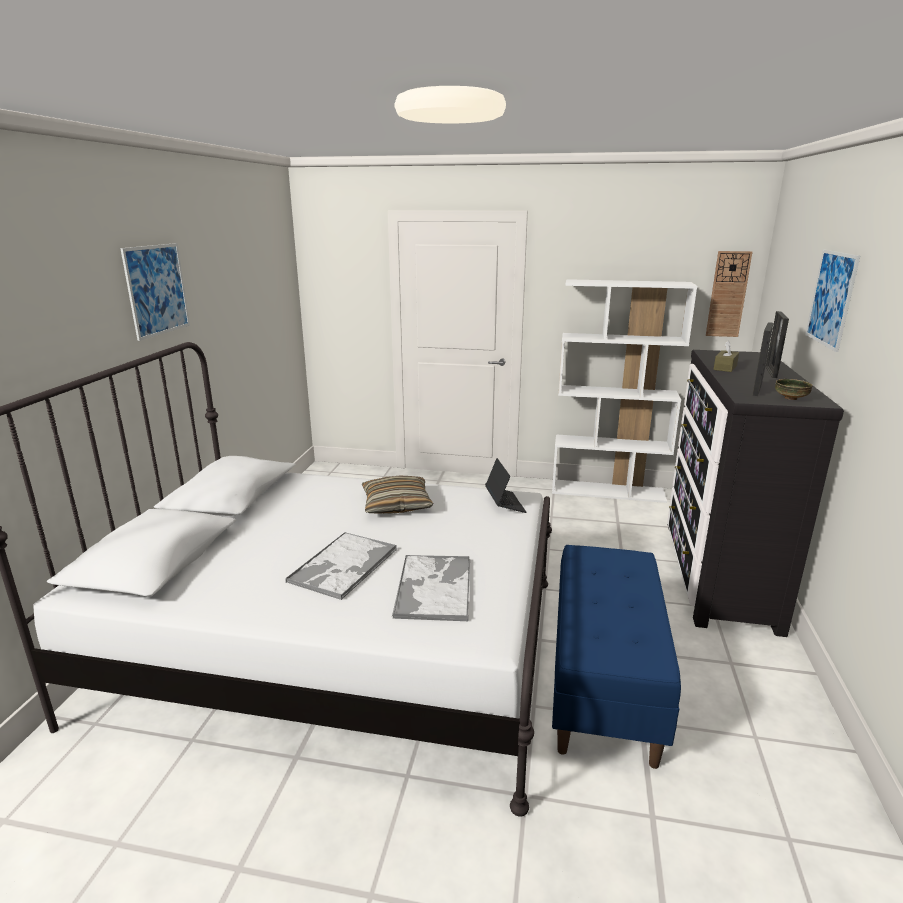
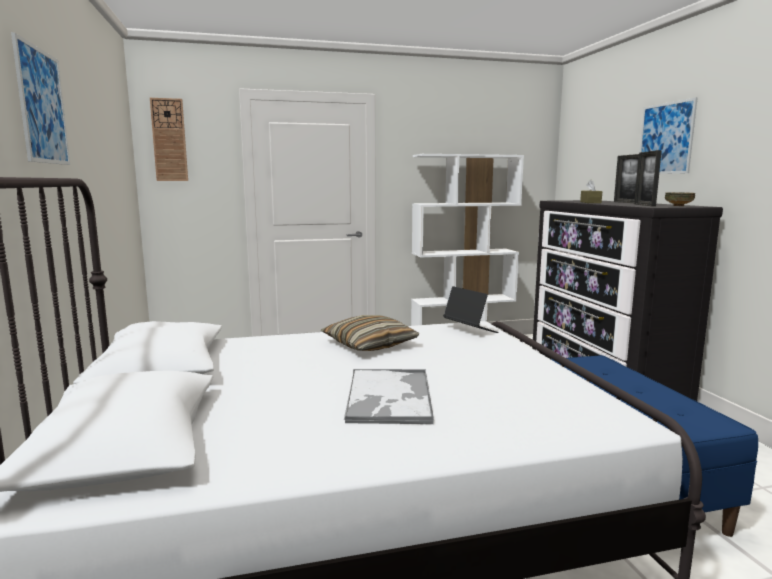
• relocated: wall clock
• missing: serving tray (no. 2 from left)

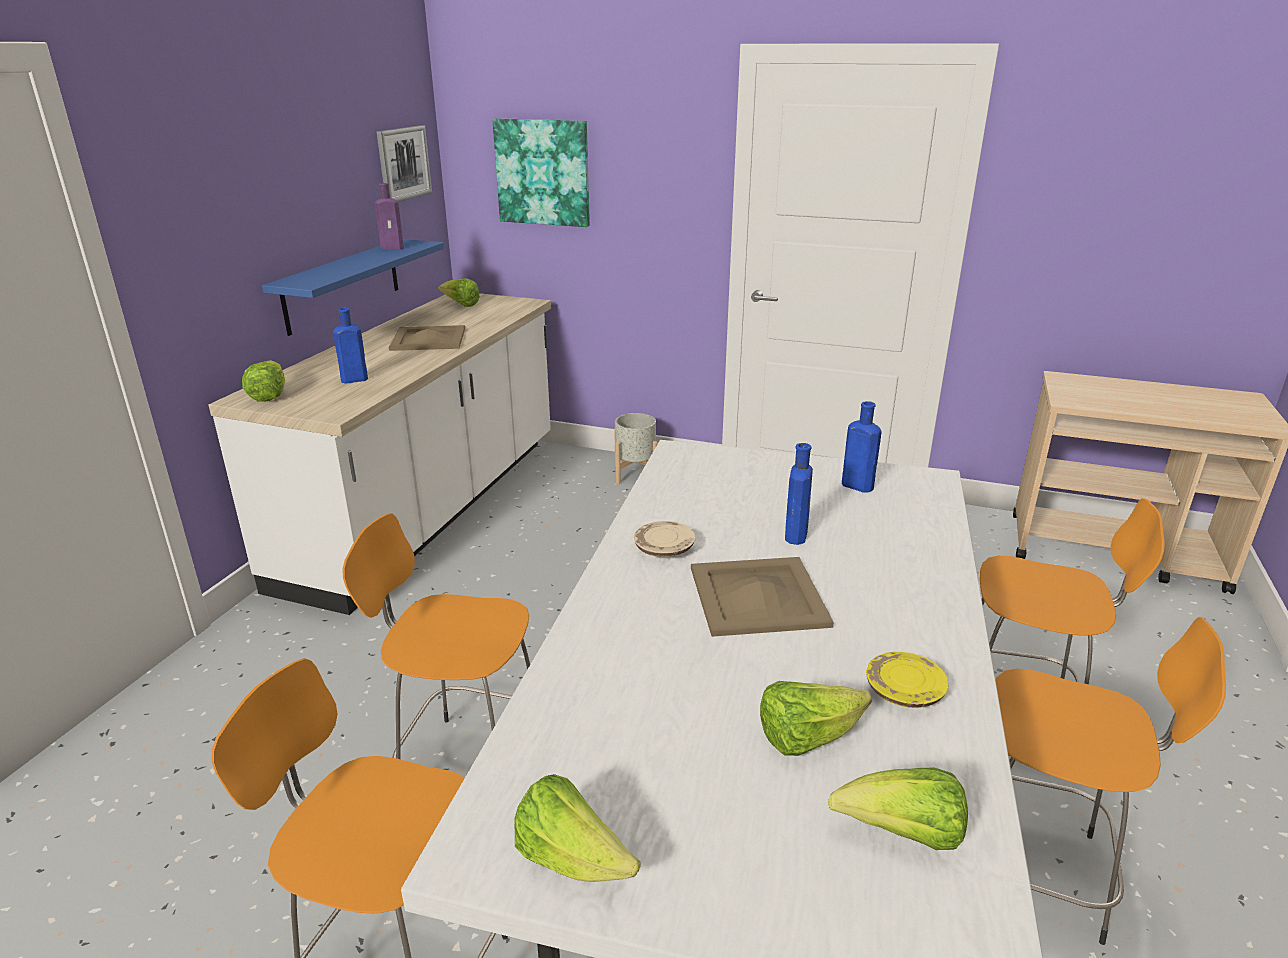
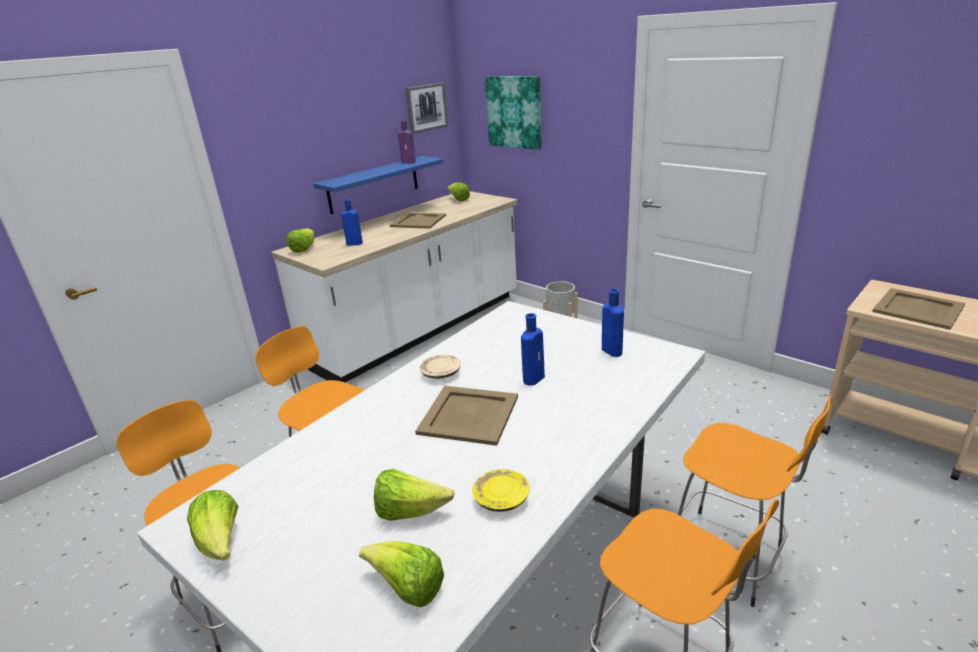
• appeared: serving tray in sand-coloured (no. 3 from left)

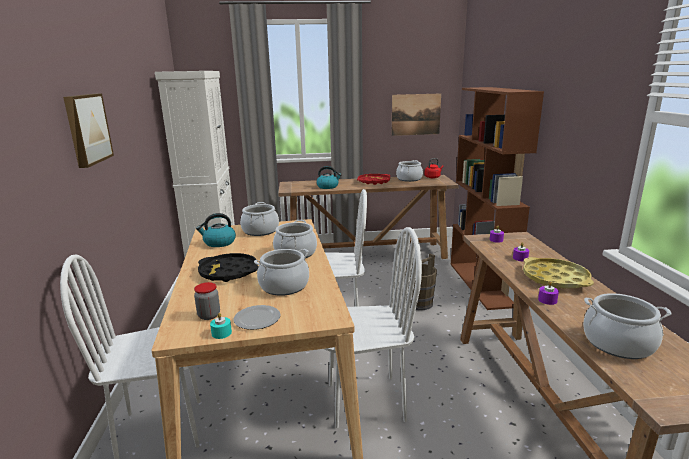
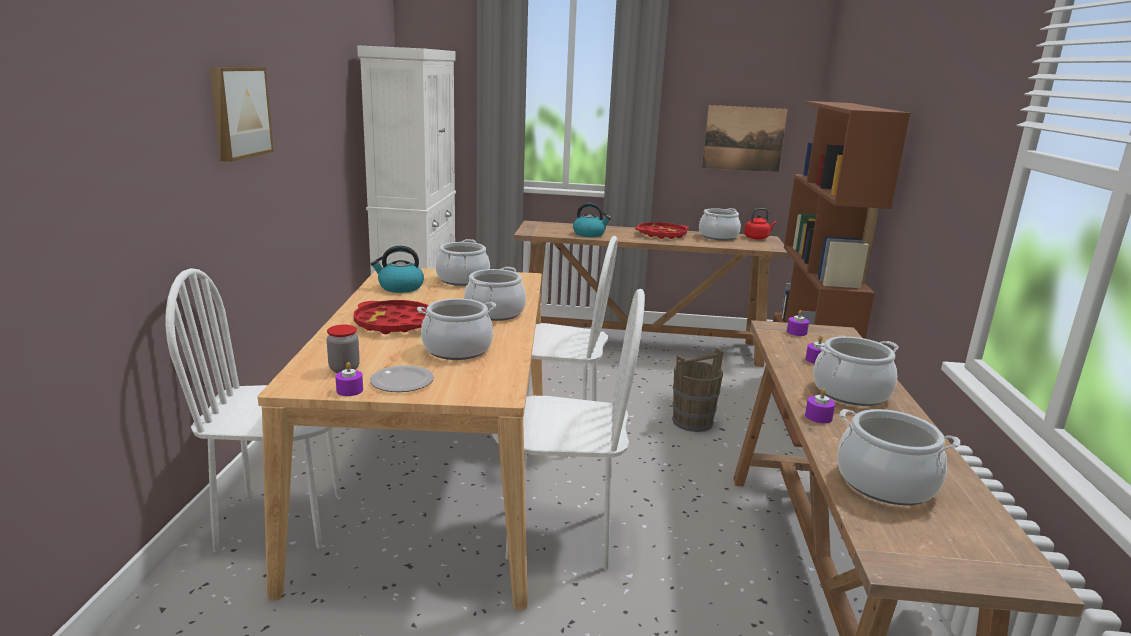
• colour: serving tray in blackish to serving tray in reddish (no. 1 from left)
• exchanged: serving tray in yellow to stockpot (no. 5 from left)
• colour: wax light in turquoise to wax light in purple (no. 1 from left)

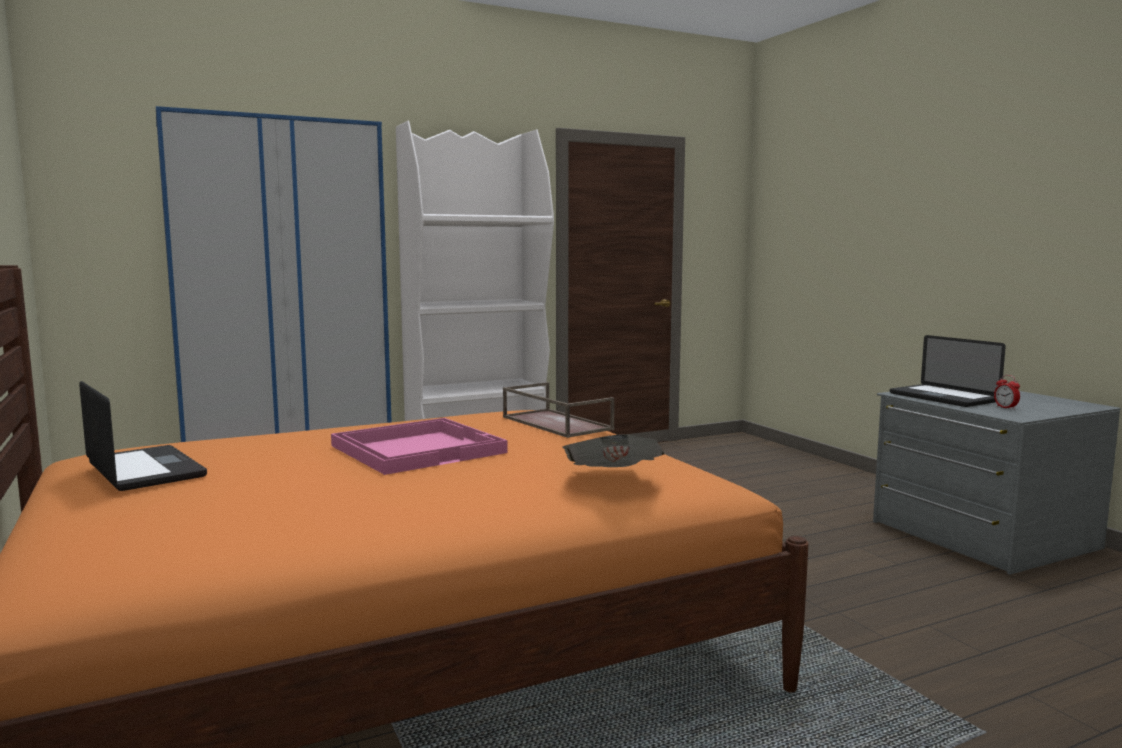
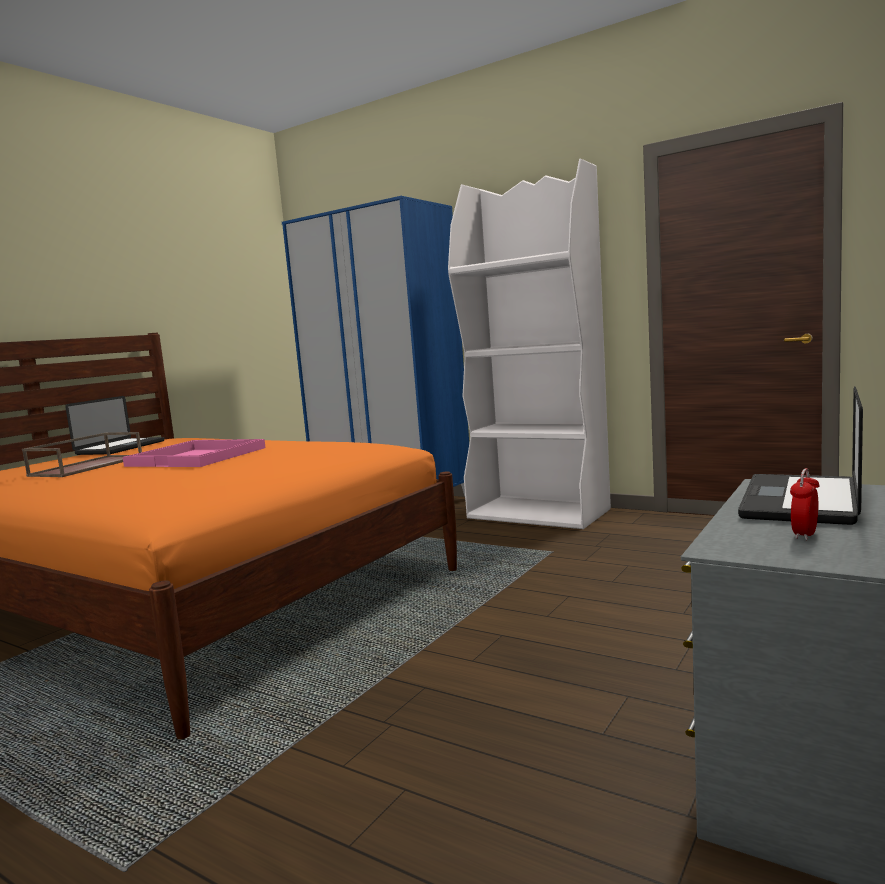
• relocated: serving tray in brown
• missing: newspaper

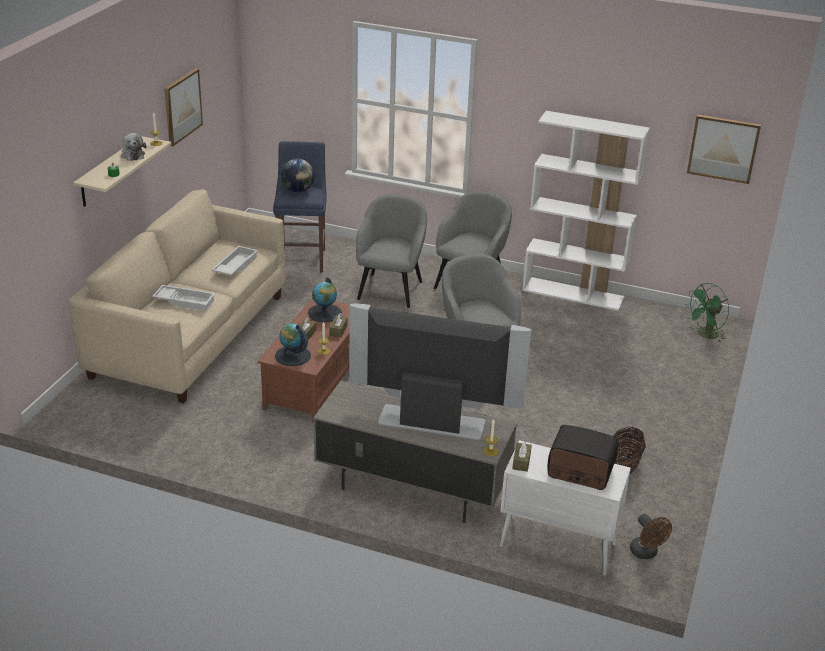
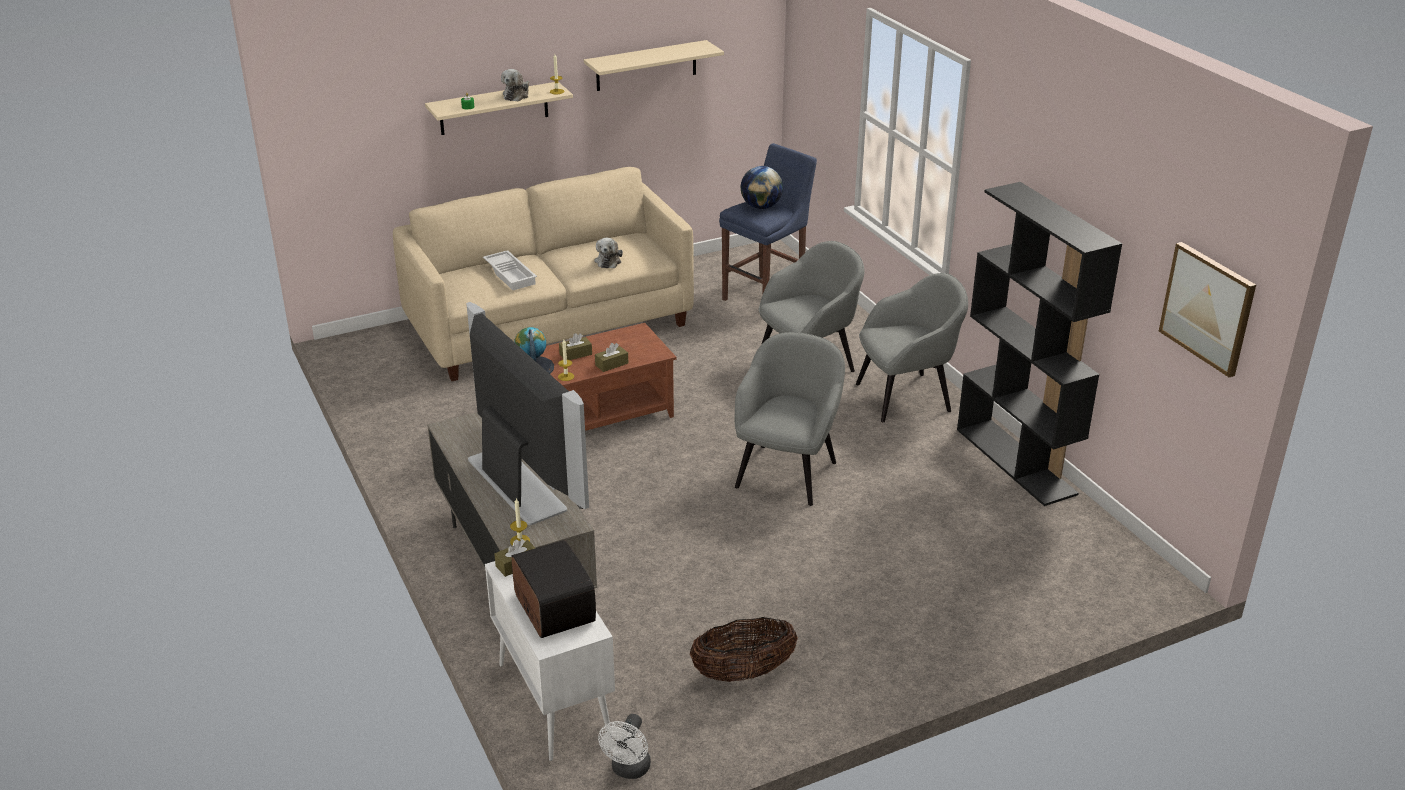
• exchanged: wall art (no. 1 from left) to bracket shelf in sand-coloured (no. 2 from left)
• colour: bookshelf in white to bookshelf in blackish
• exchanged: serving tray in white (no. 2 from left) to plush toy (no. 2 from left)
• missing: globe (no. 3 from left)
• missing: fan in green
• colour: fan in brown to fan in white

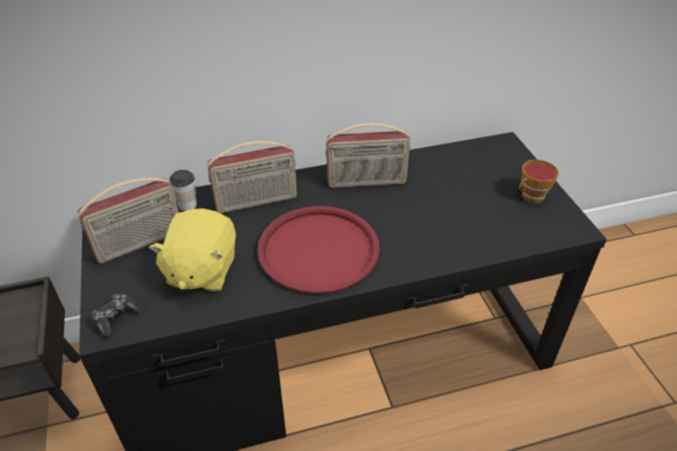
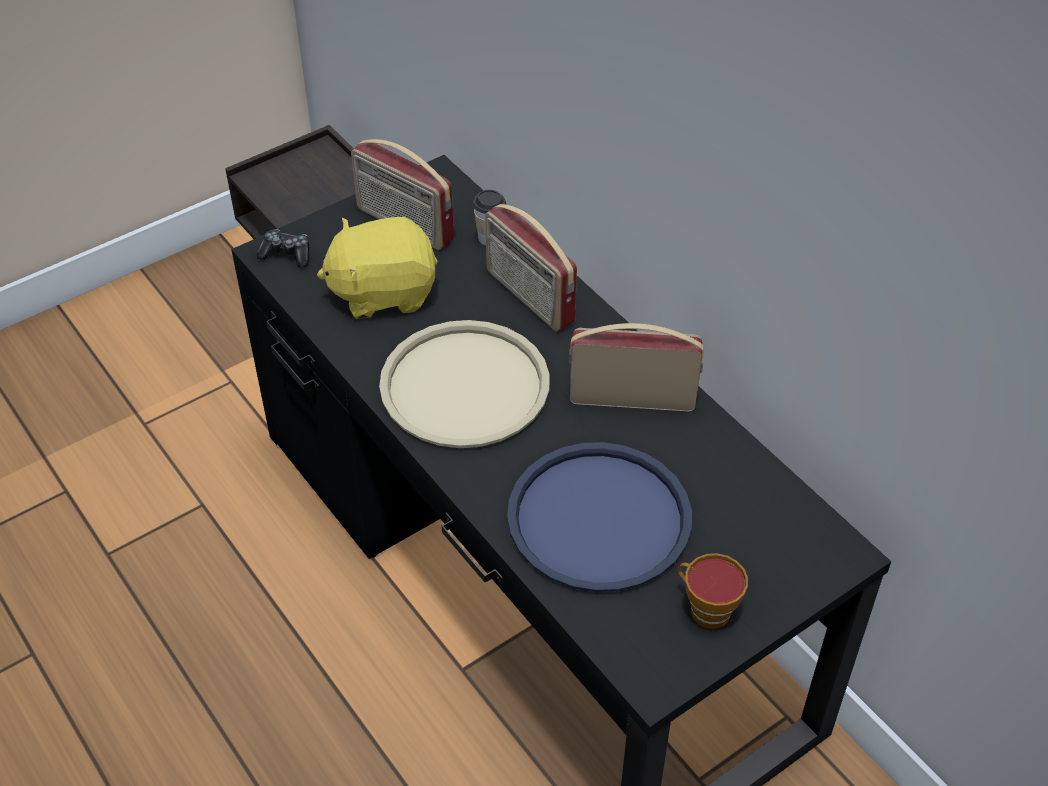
• spun: radio receiver (no. 3 from left) 120 degrees clockwise
• colour: serving tray in reddish to serving tray in sand-coloured
• appeared: serving tray in blue

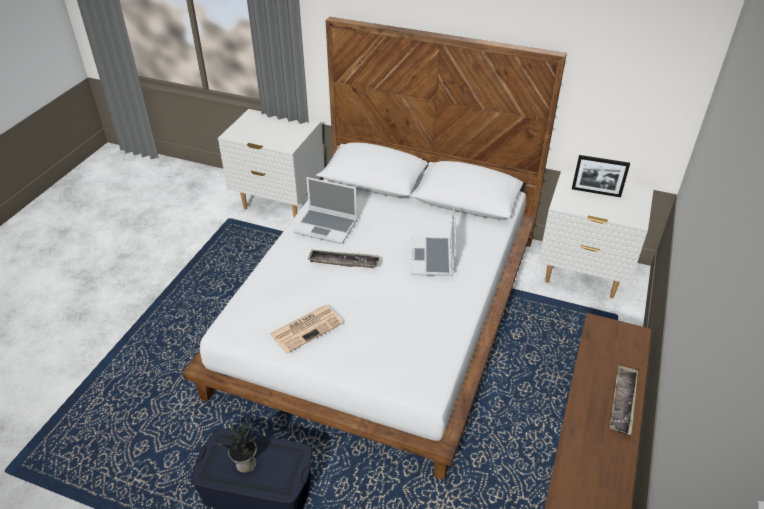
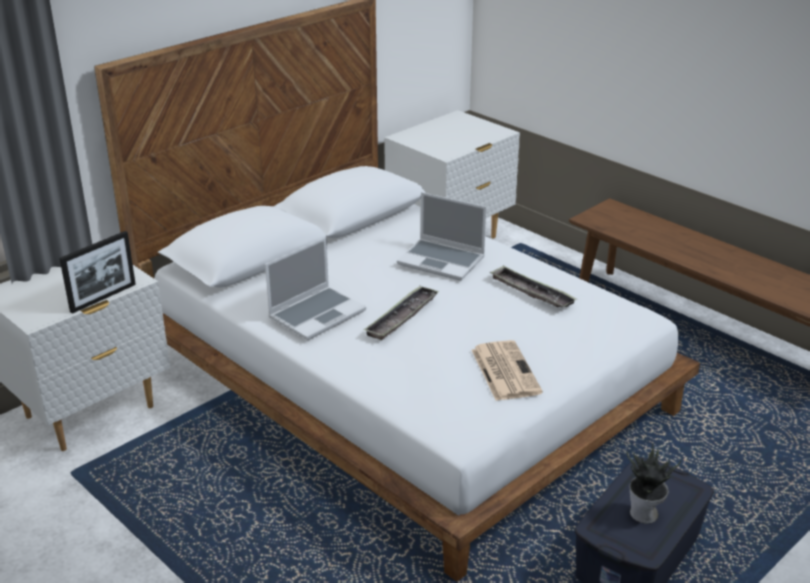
• relocated: standing frame
• relocated: serving tray (no. 2 from left)

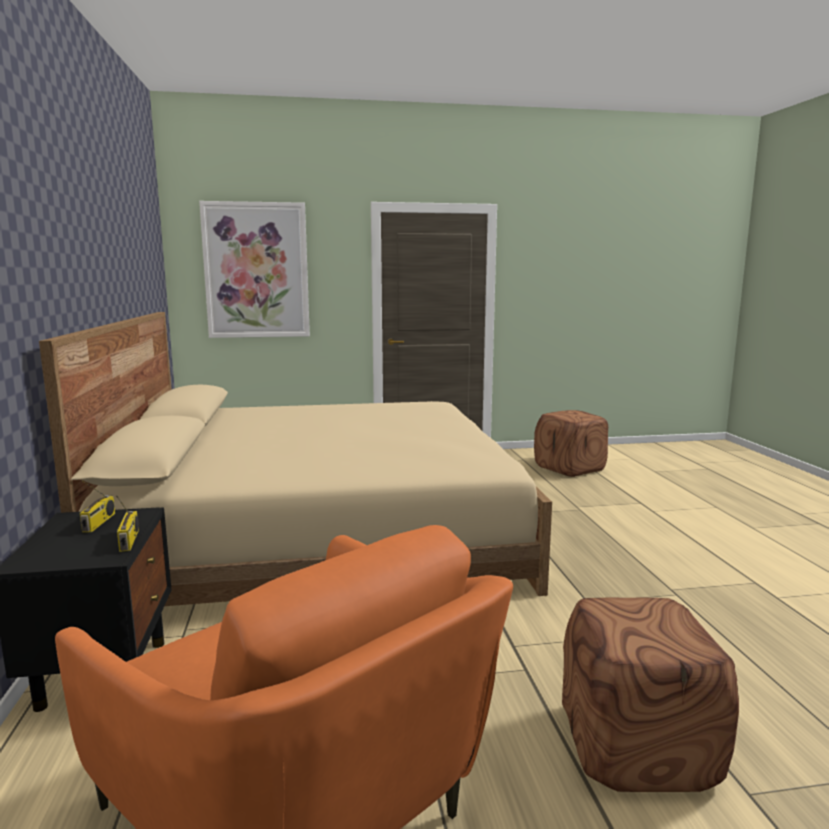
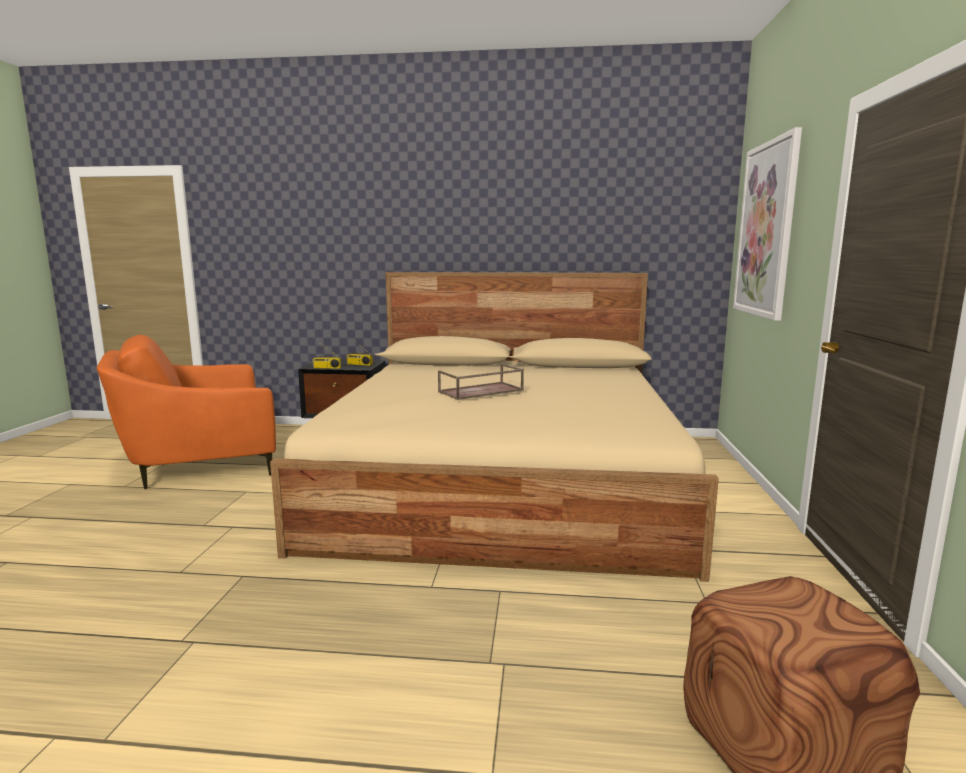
• missing: ottoman in brown (no. 2 from left)
• appeared: serving tray in brown

